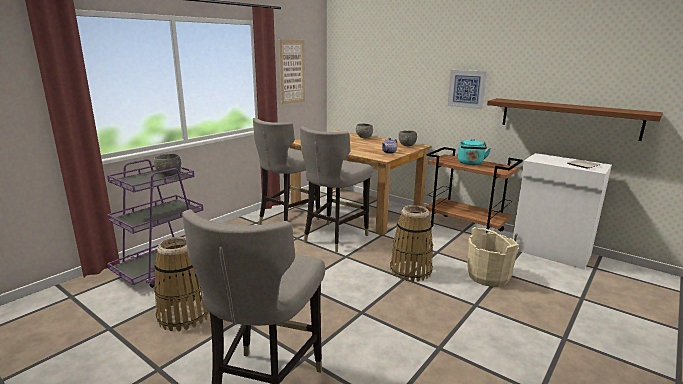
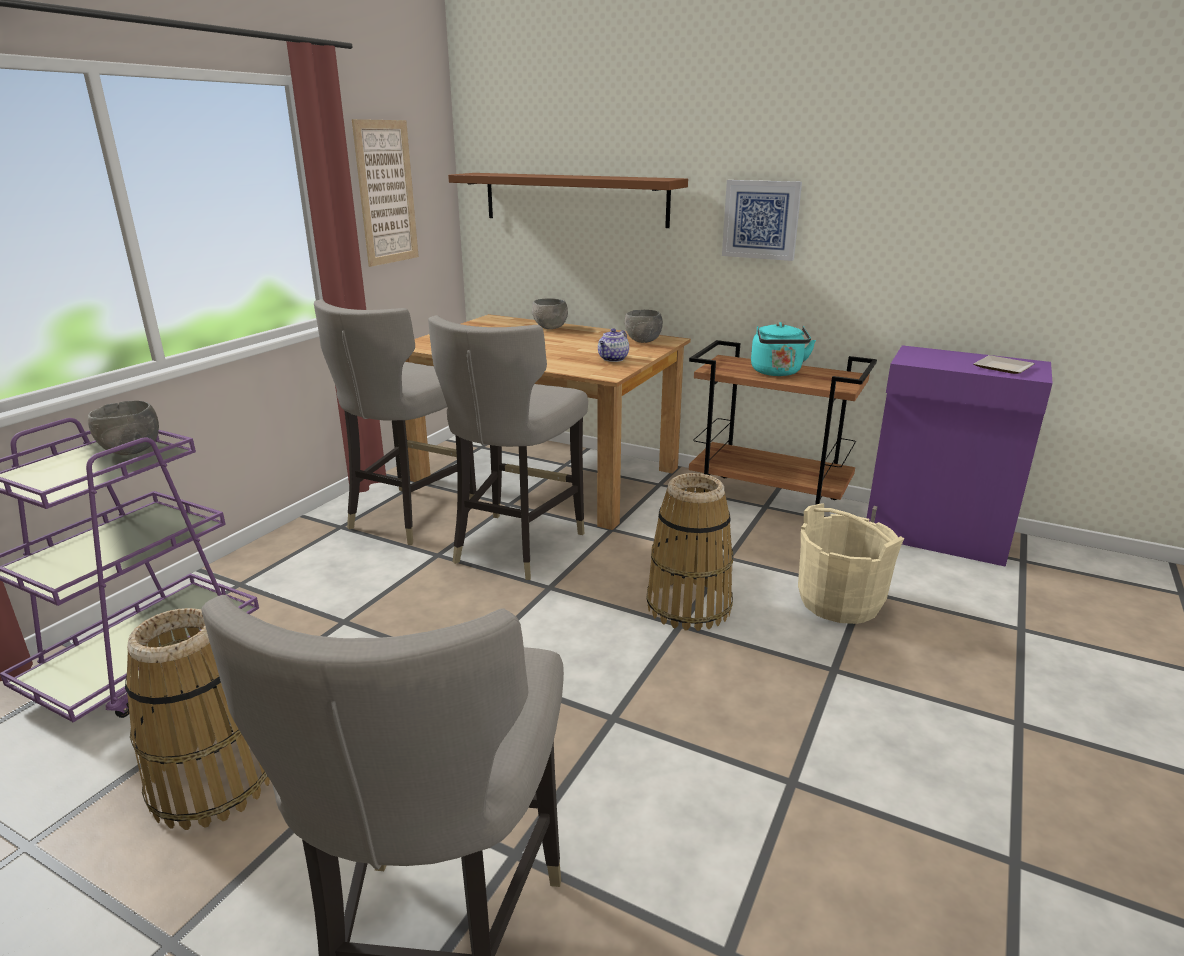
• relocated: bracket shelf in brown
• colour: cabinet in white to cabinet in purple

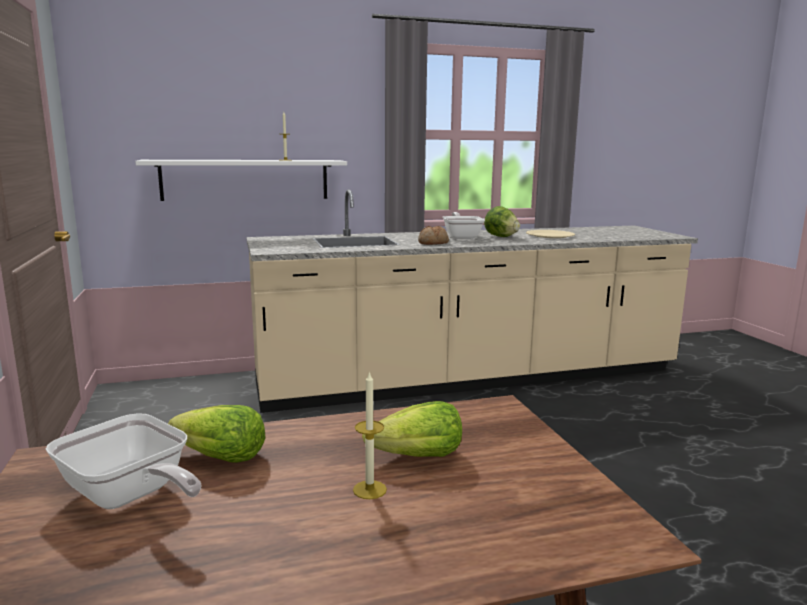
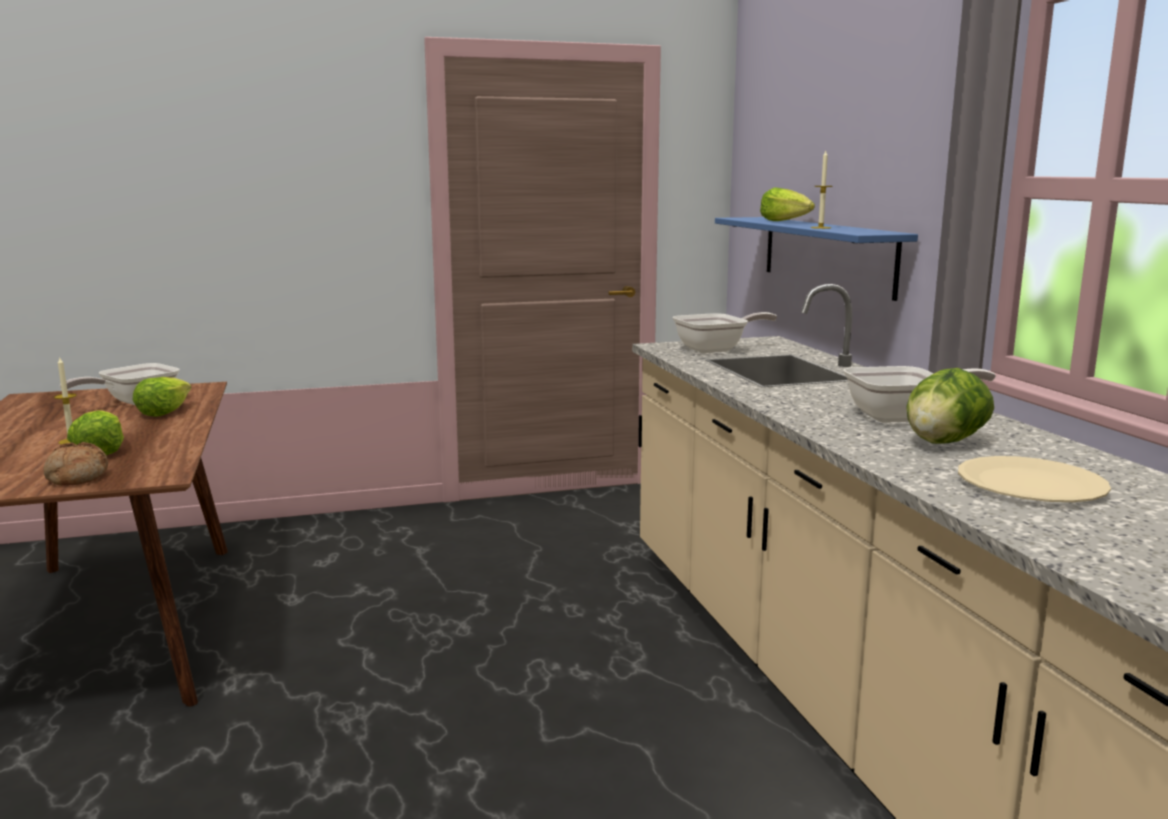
• colour: bracket shelf in white to bracket shelf in blue
• relocated: bakery bread
• appeared: lettuce head (no. 3 from left)
• appeared: skillet (no. 2 from left)

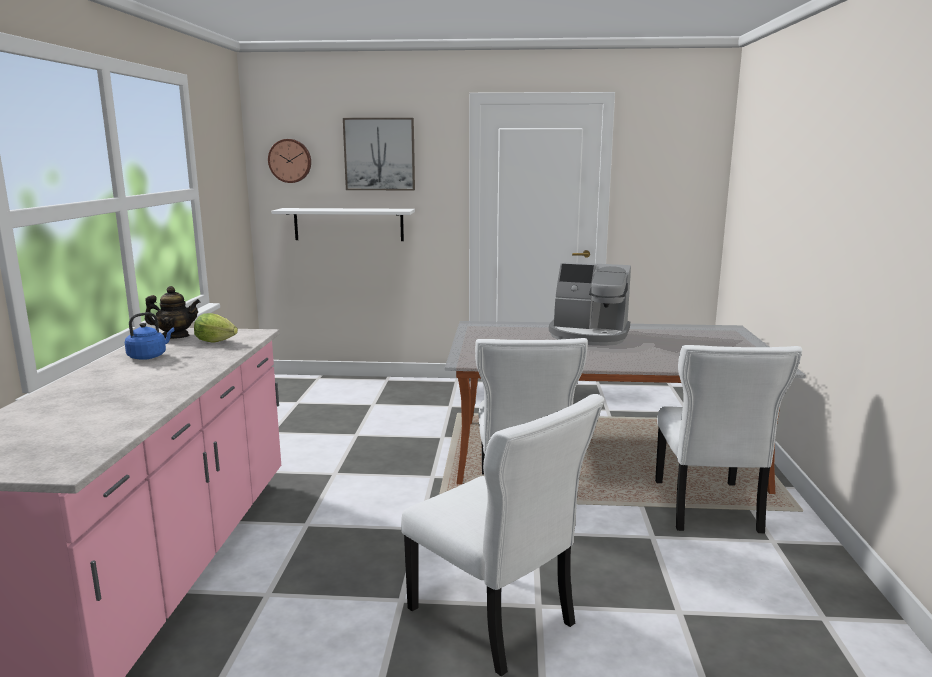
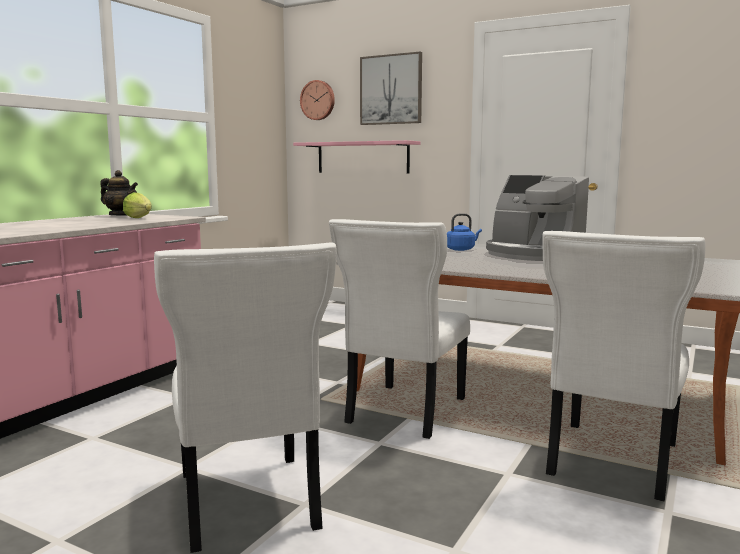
• colour: bracket shelf in white to bracket shelf in pinkish
• relocated: tea kettle in blue

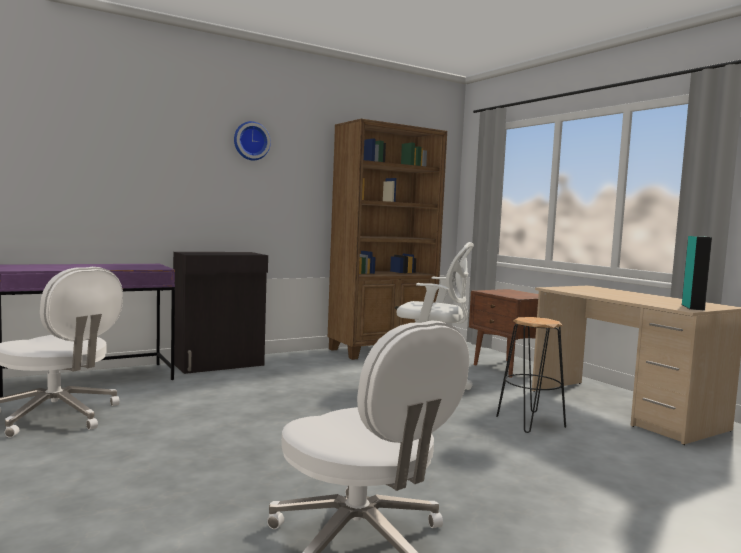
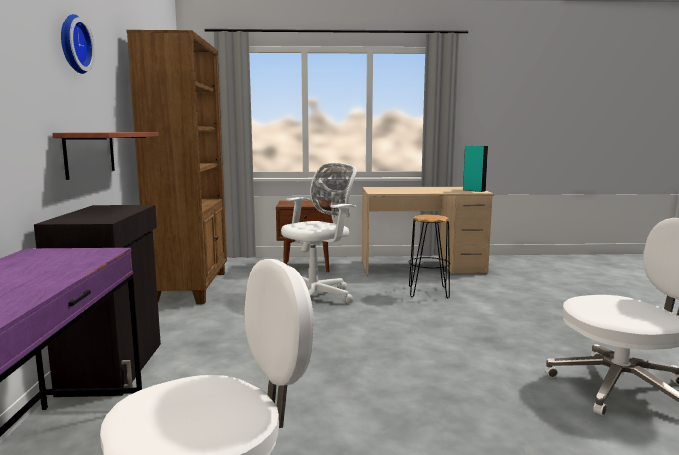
• appeared: bracket shelf

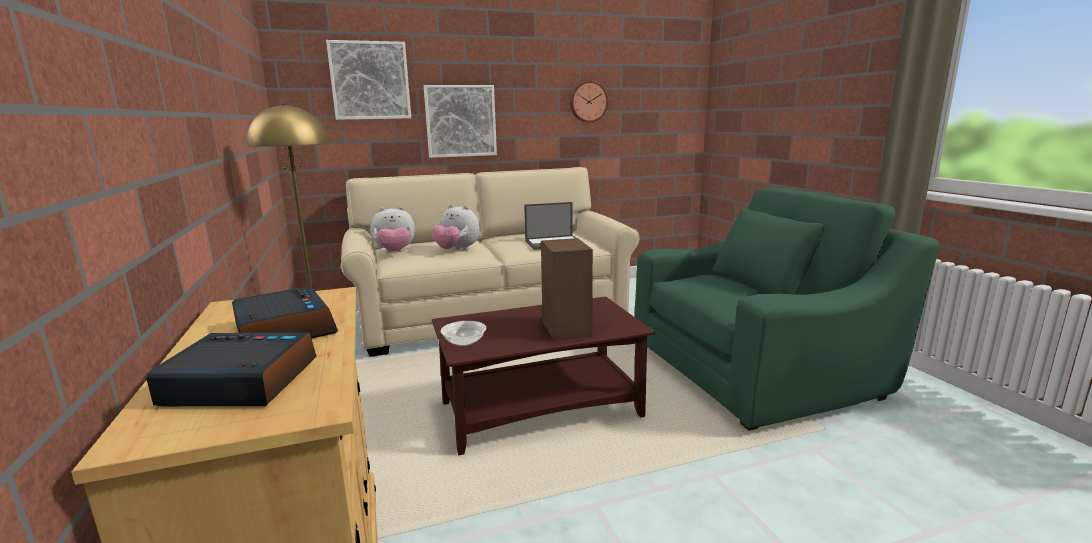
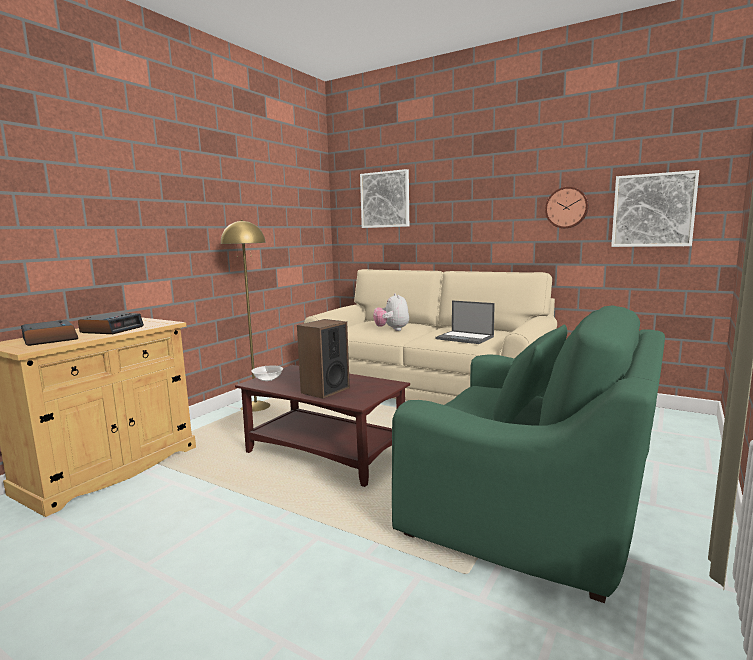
• relocated: wall art (no. 2 from left)
• missing: plush toy (no. 1 from left)

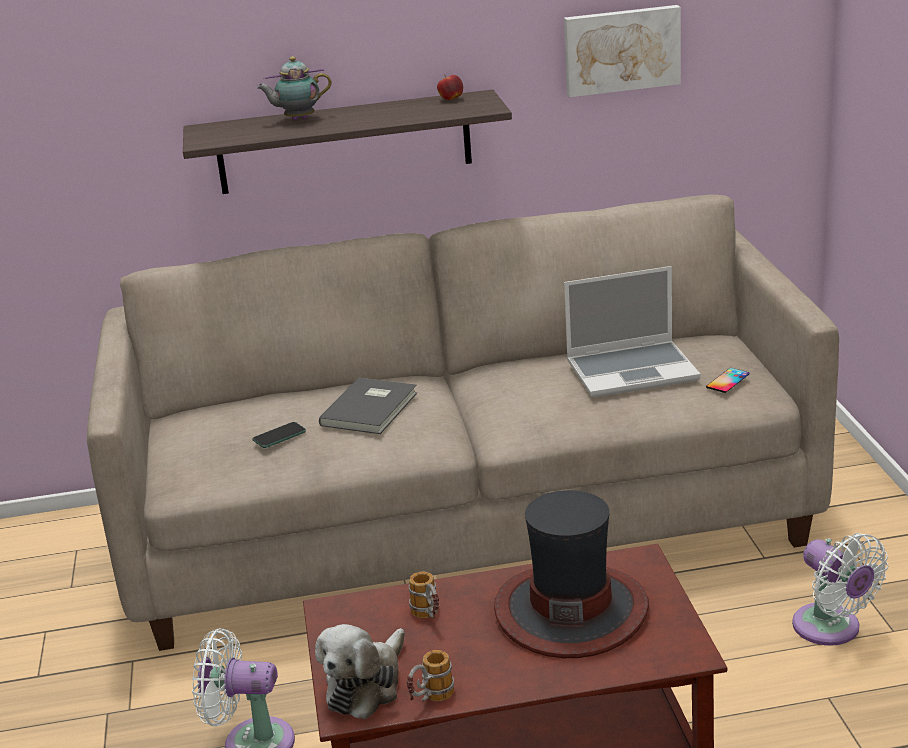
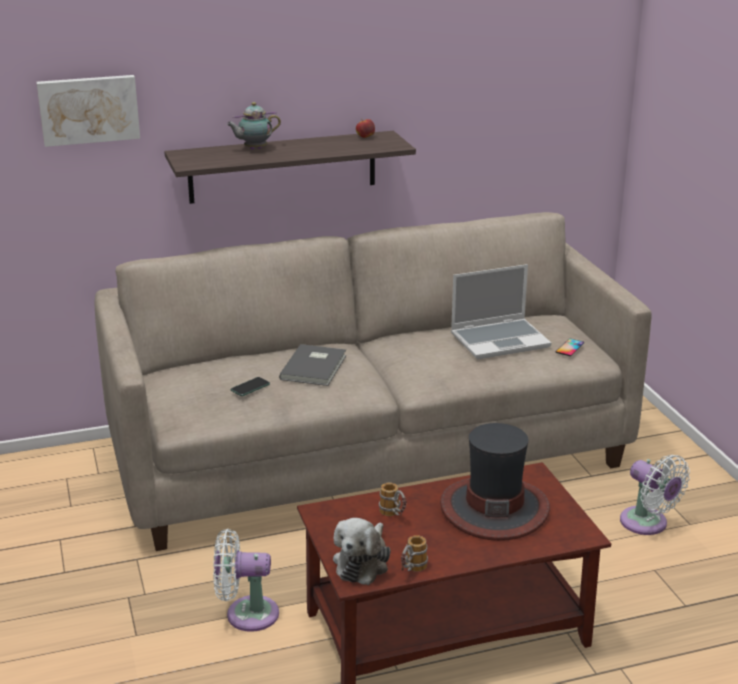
• relocated: wall art

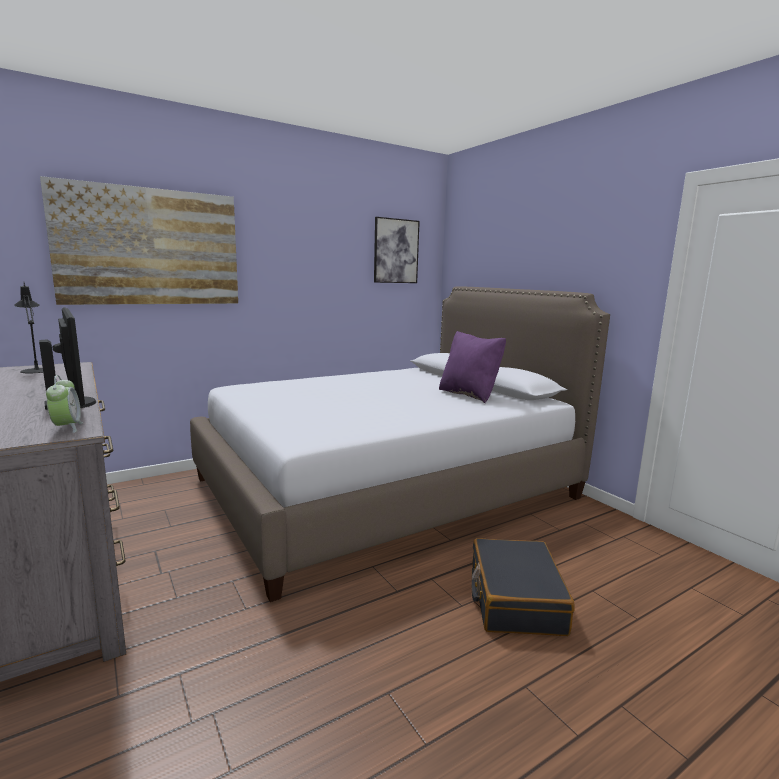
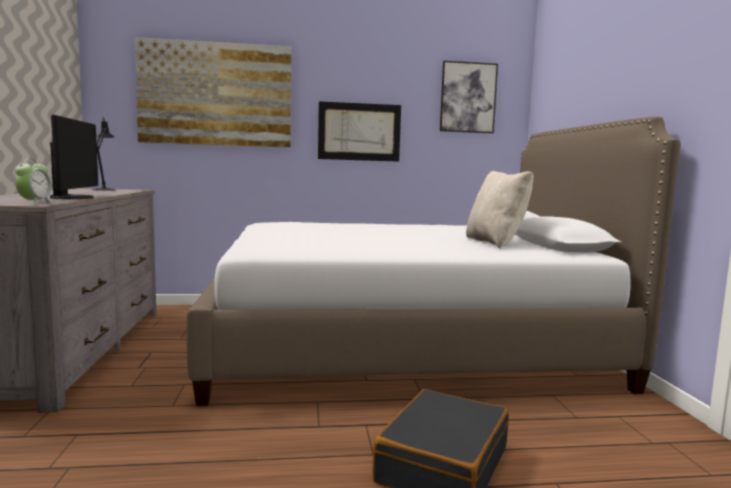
• colour: pillow in purple to pillow in sand-coloured
• appeared: wall art (no. 2 from left)

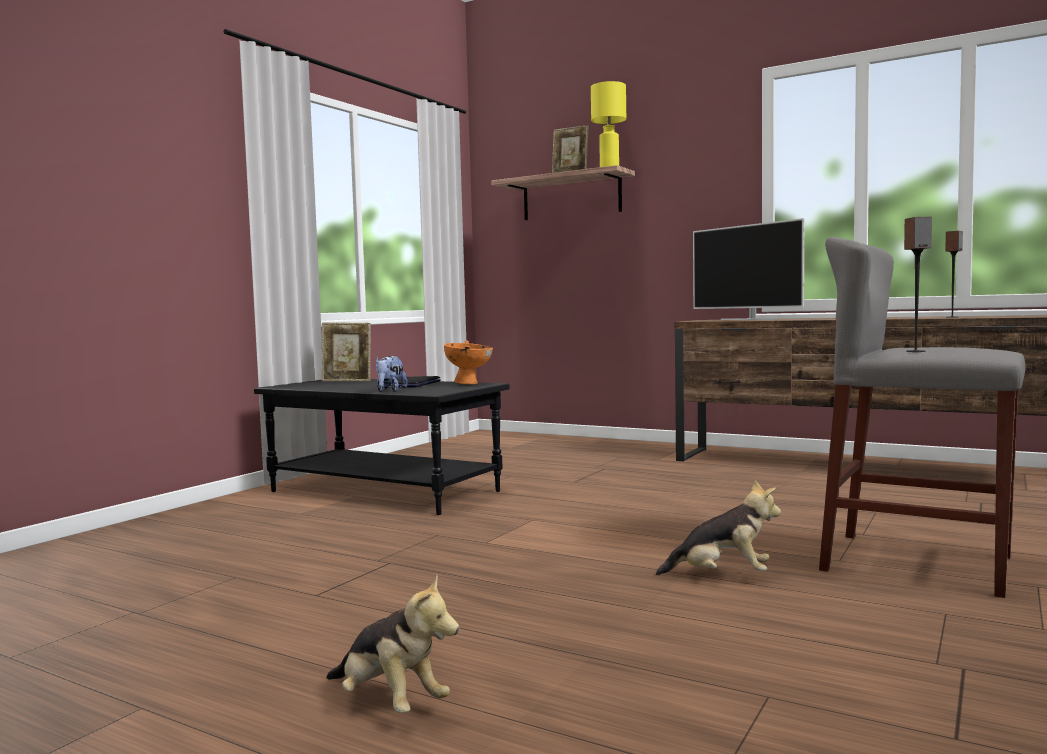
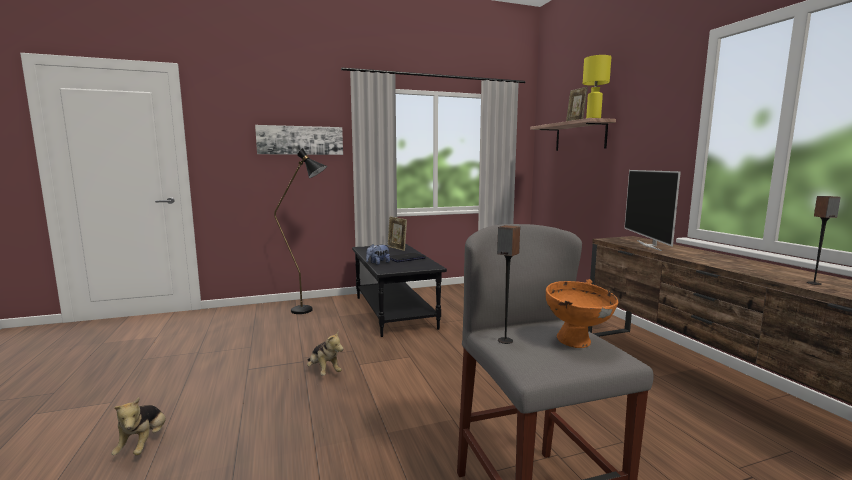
• relocated: serving bowl in orange-coloured
• relocated: plush toy (no. 3 from left in the first image) to plush toy (no. 2 from left)
• appeared: wall art
• appeared: standard lamp in blackish

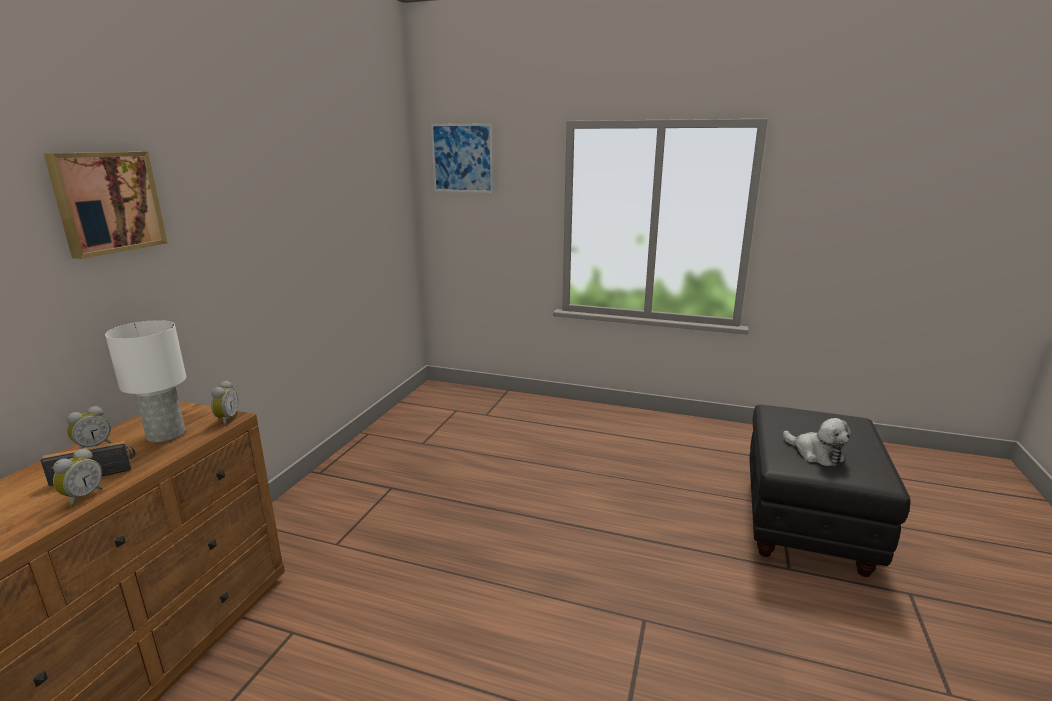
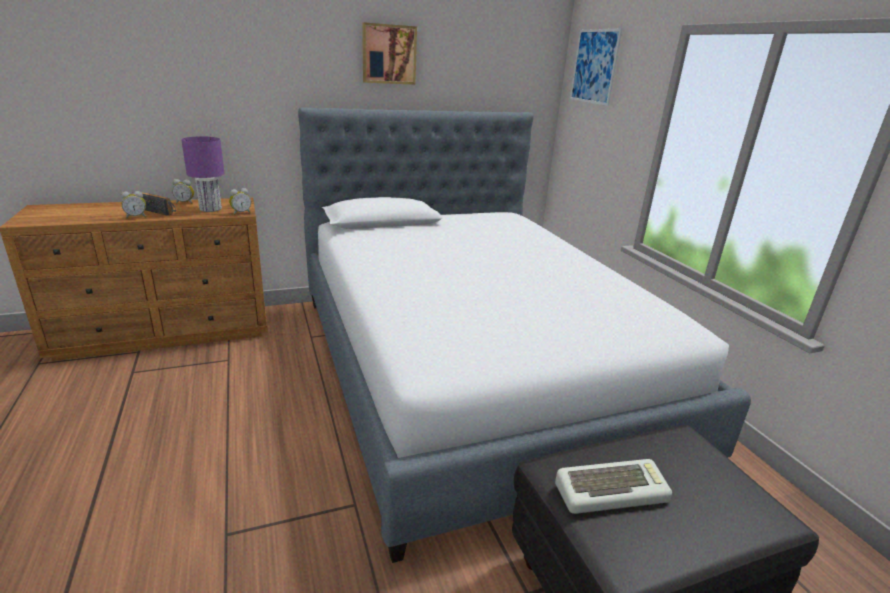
• relocated: wall art (no. 1 from left)
• colour: tabletop lamp in white to tabletop lamp in purple
• exchanged: plush toy to keyboard
• appeared: sleeping bed

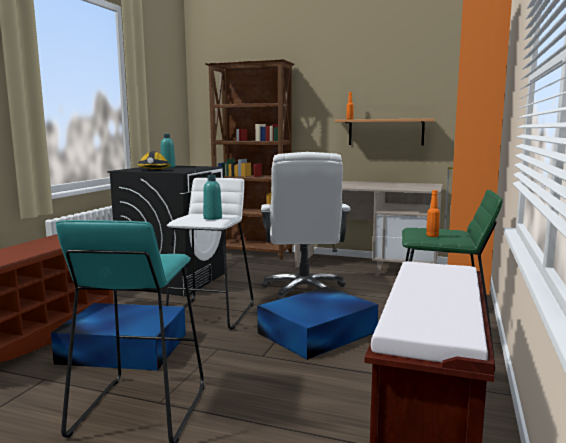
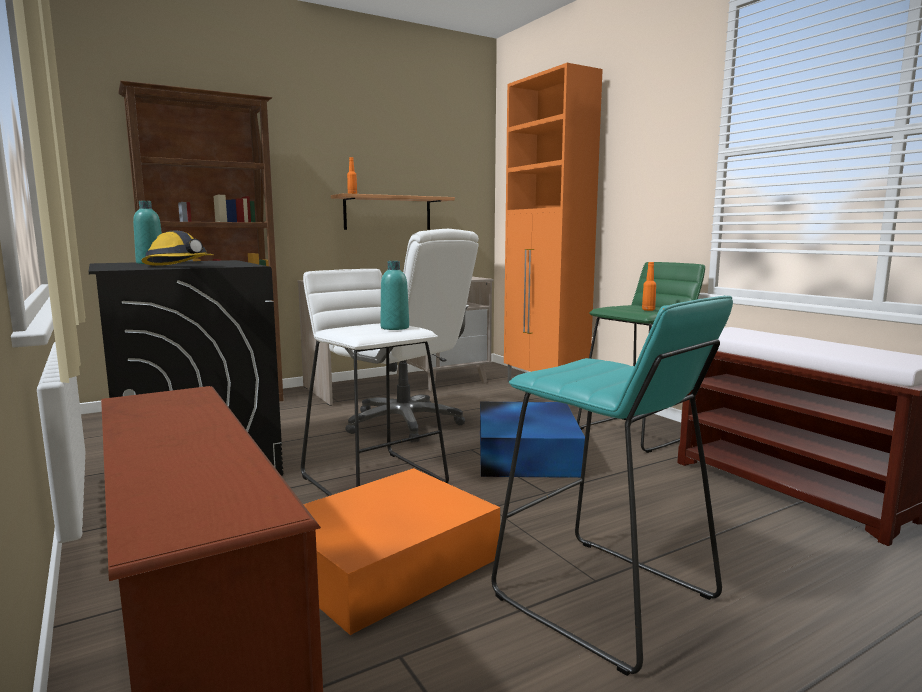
• colour: storage bin in blue (no. 1 from left) to storage bin in orange-coloured

